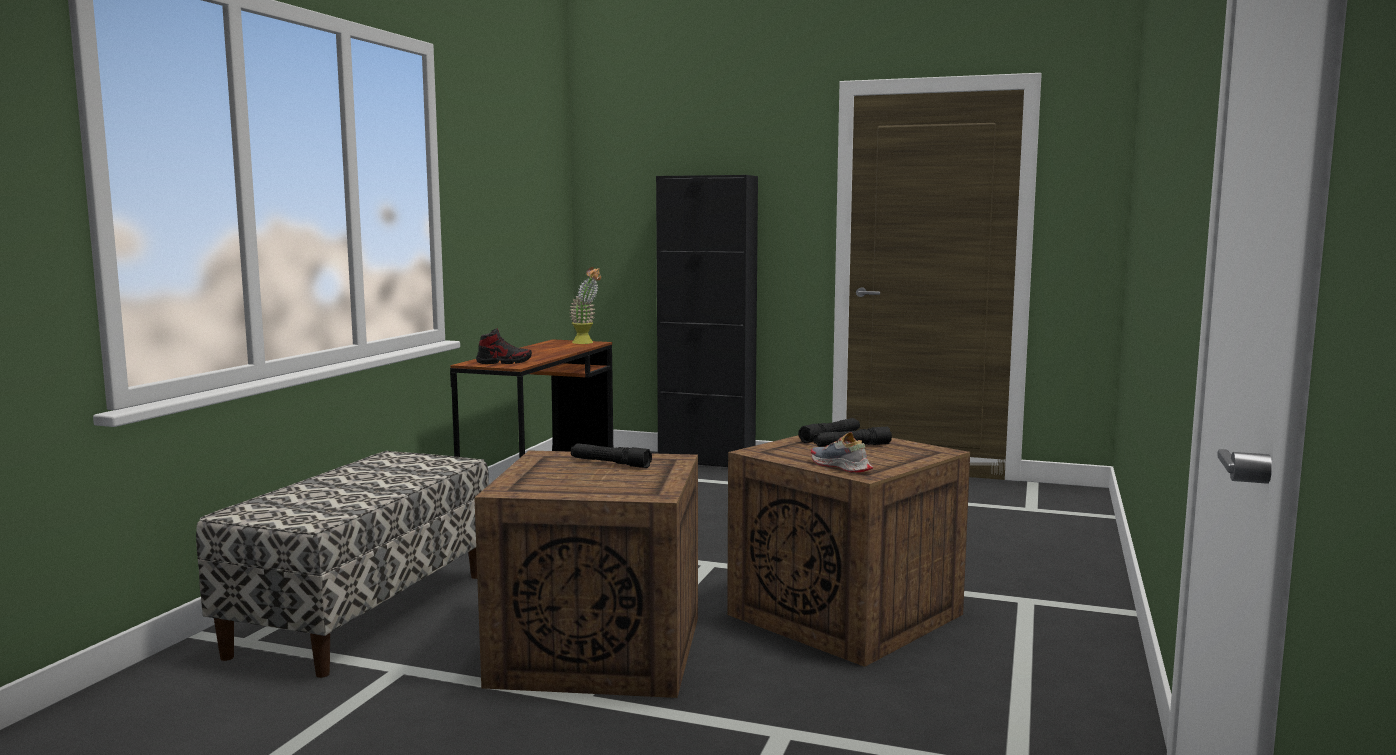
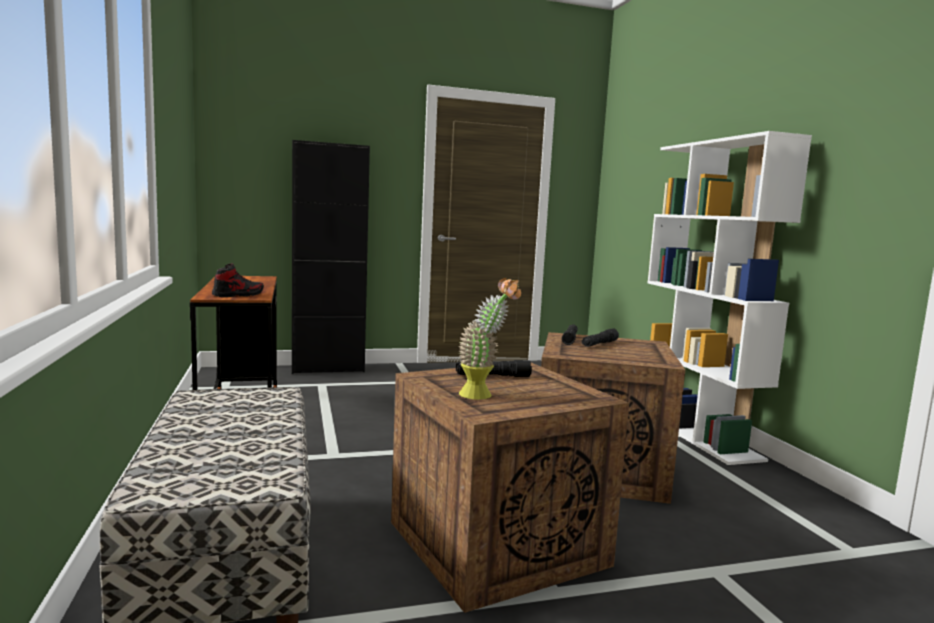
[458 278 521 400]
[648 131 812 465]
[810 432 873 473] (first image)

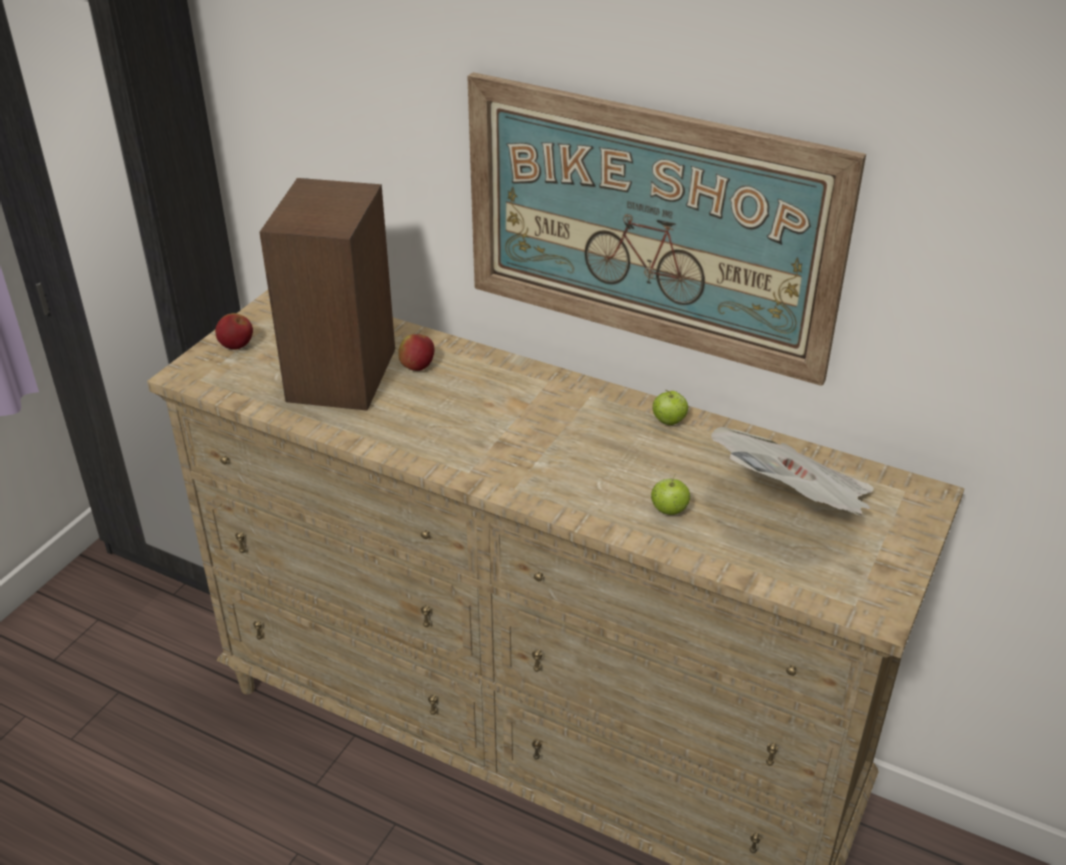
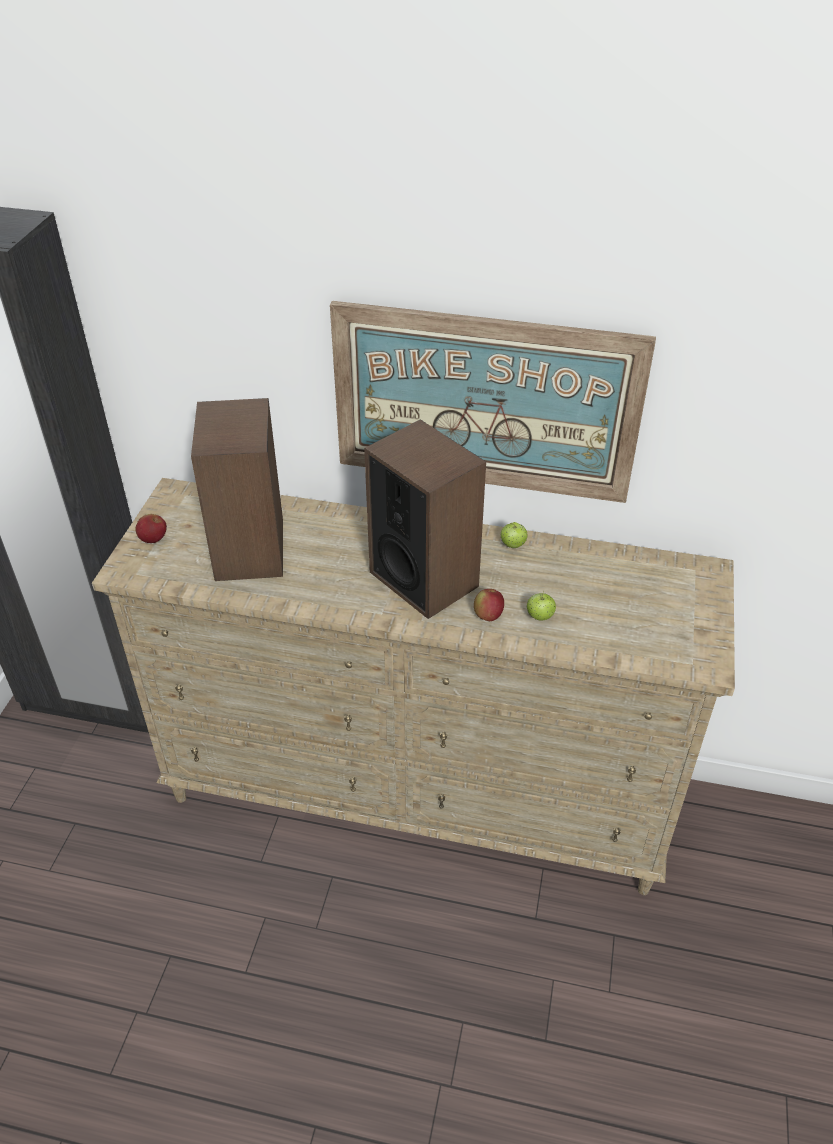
[364 419 486 619]
[474 589 504 621]
[711 427 874 515] (first image)

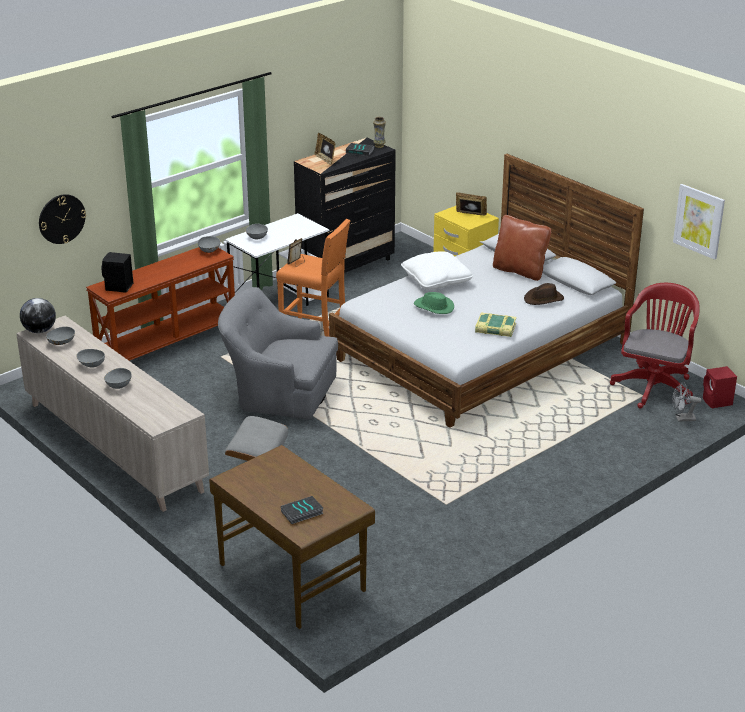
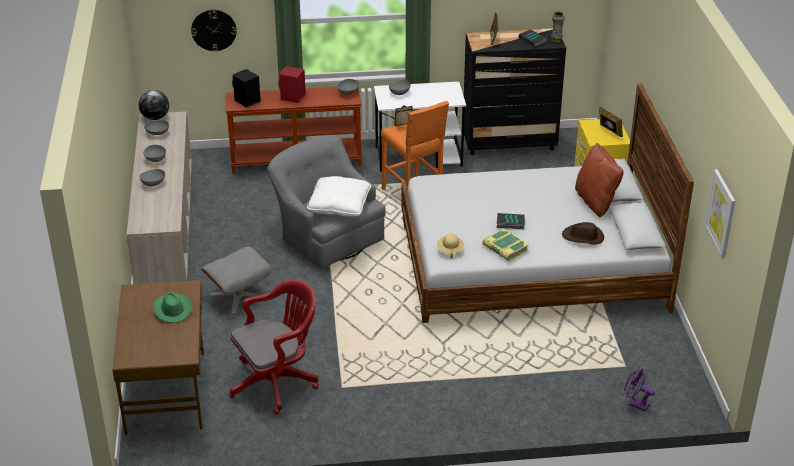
[153 292 192 323]
[229 280 318 414]
[278 66 306 103]
[307 176 371 217]
[437 234 464 259]
[496 213 525 229]
[624 369 655 412]

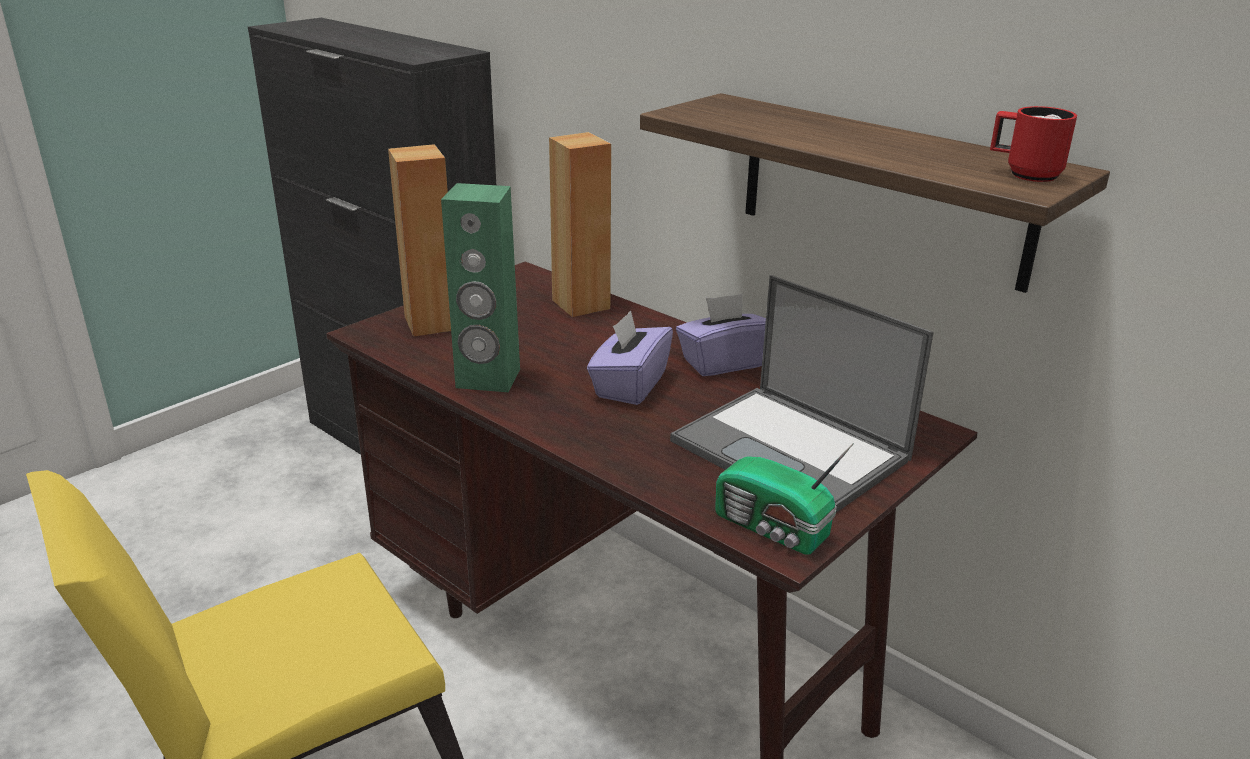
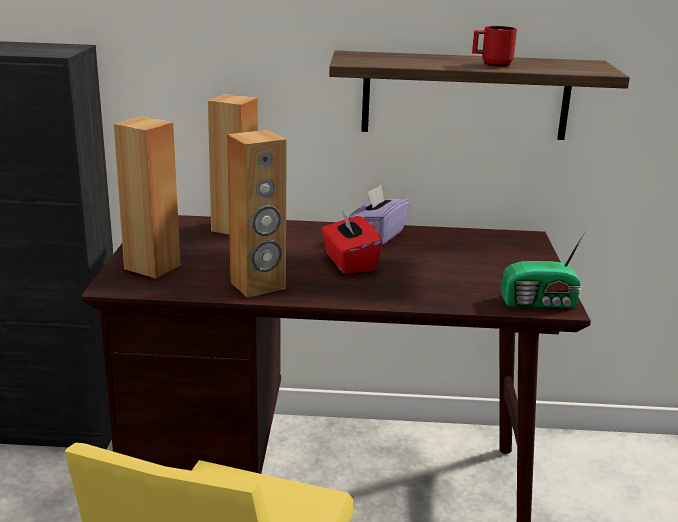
[227 130 287 298]
[321 209 383 274]
[472 26 517 67]
[670 275 934 513] (first image)

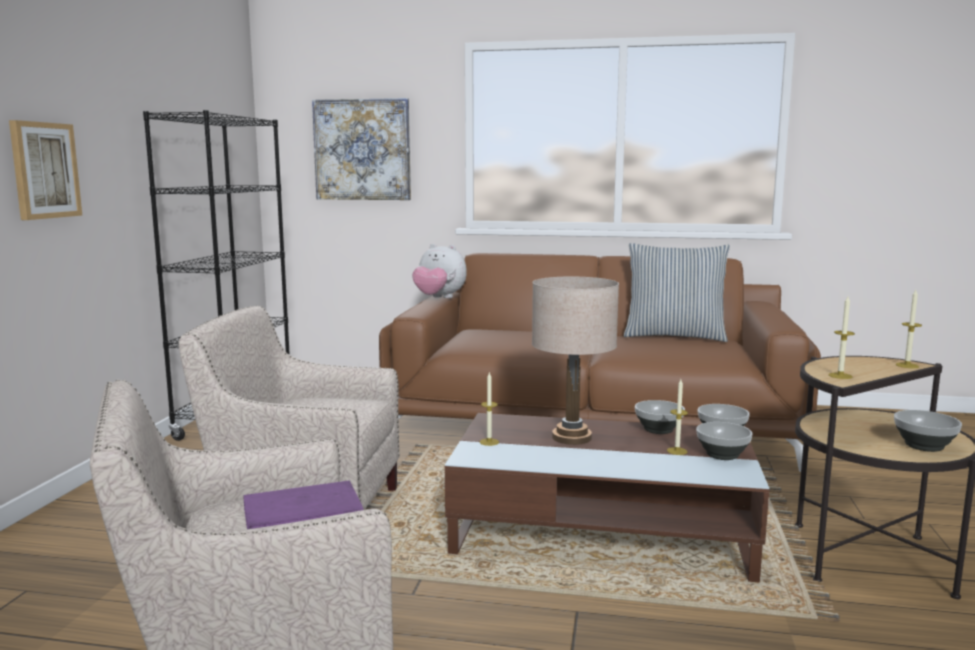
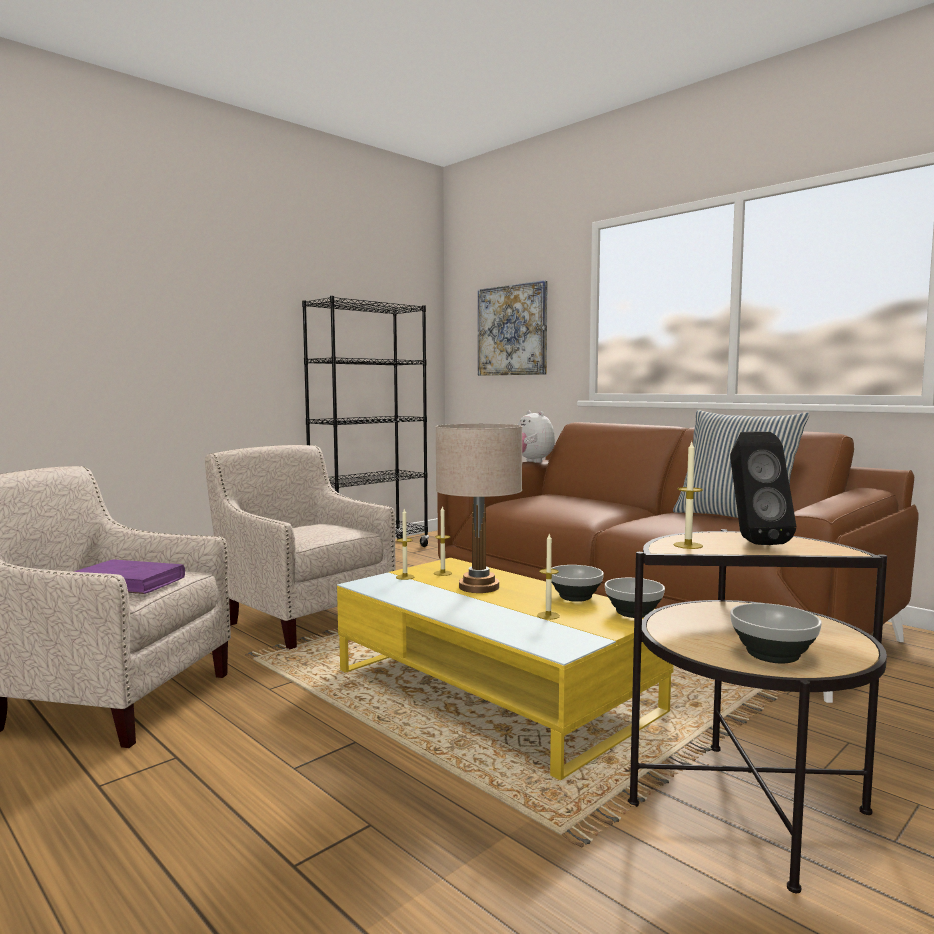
[337 558 674 780]
[434 505 452 576]
[730 431 796 545]
[9 120 82 220] (first image)
[696 422 752 460] (first image)

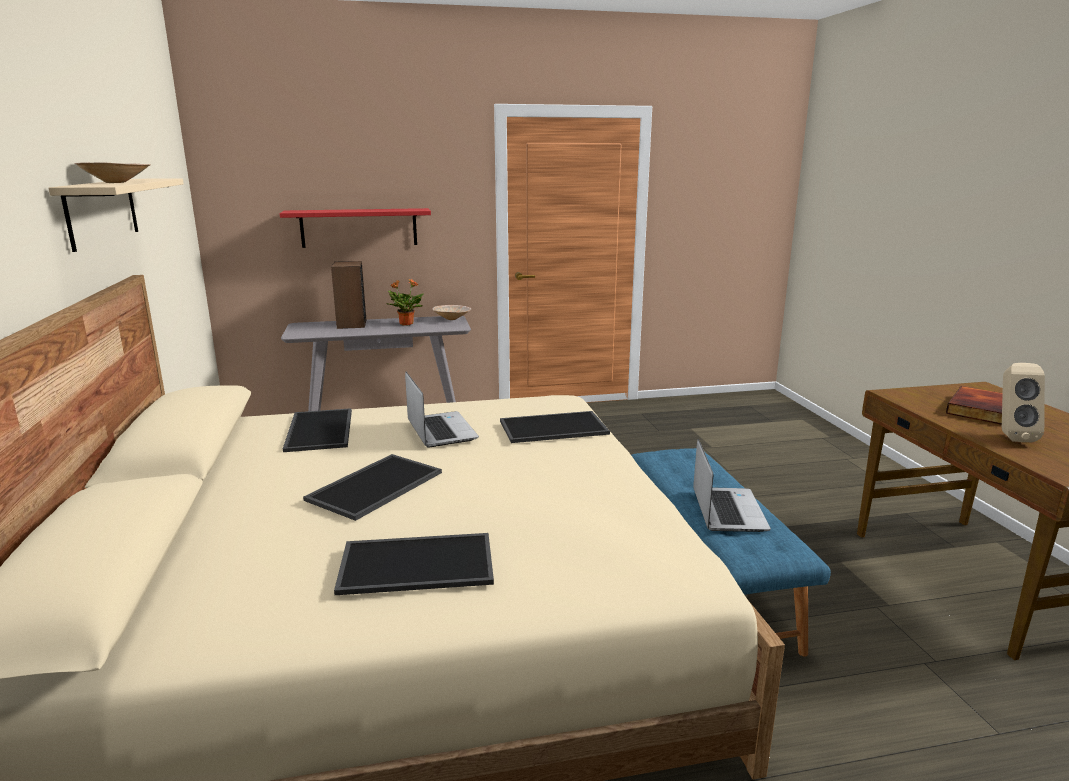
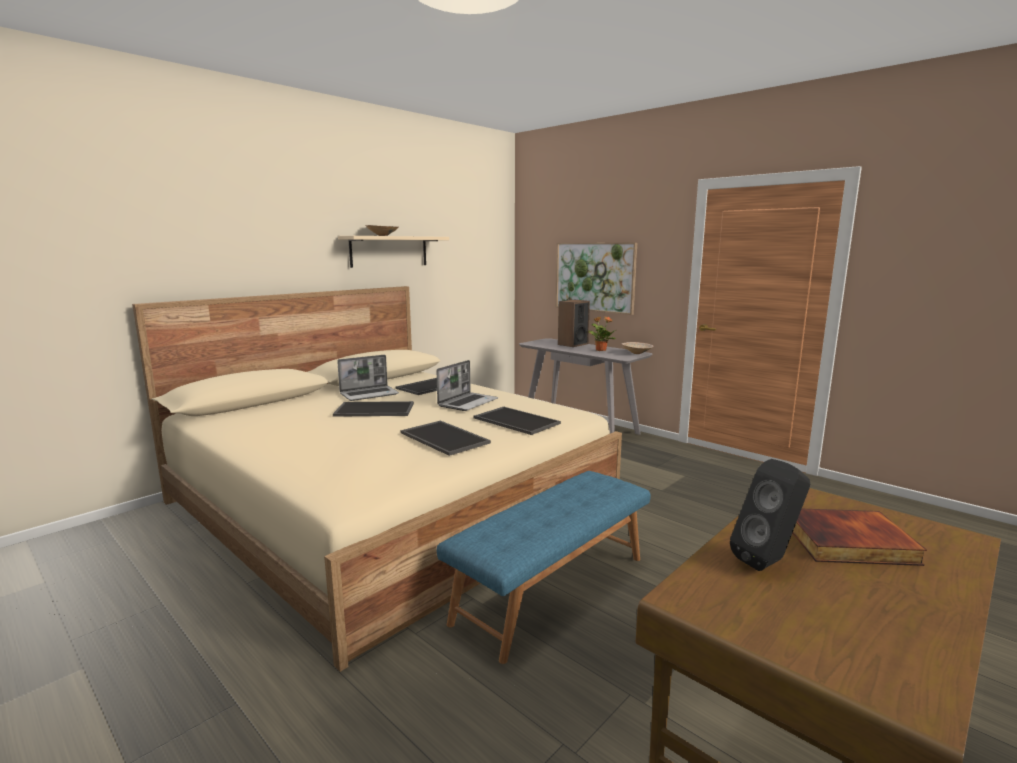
[337 355 399 401]
[401 421 491 456]
[556 243 637 315]
[730 459 810 571]

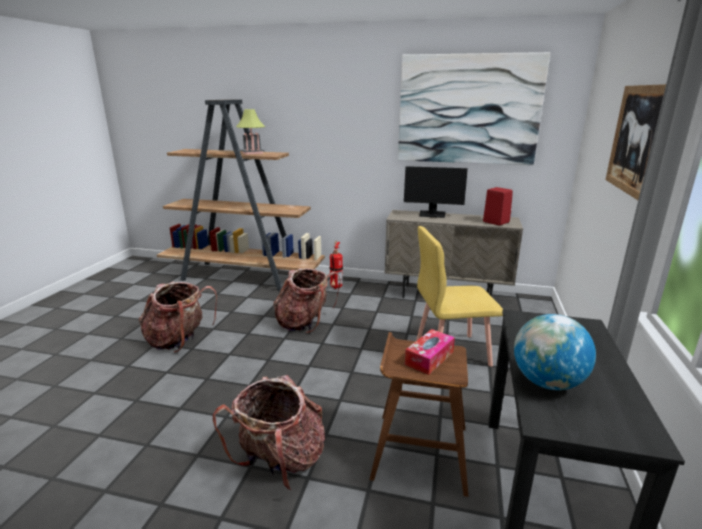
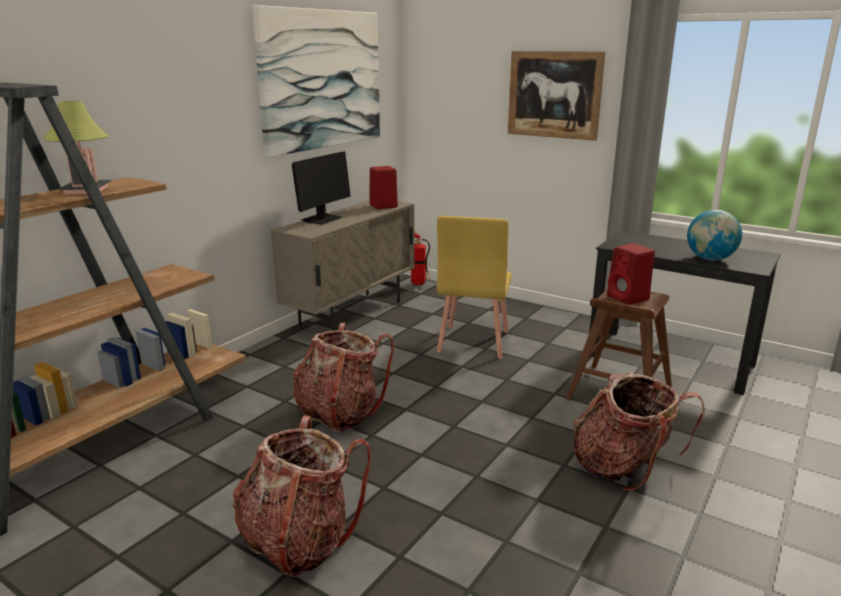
[411 230 431 286]
[607 243 655 305]

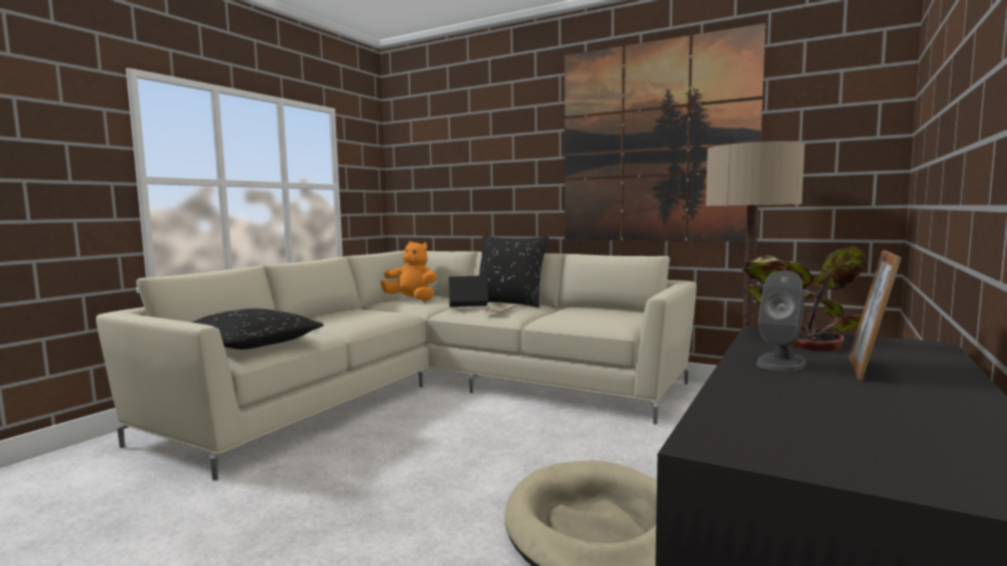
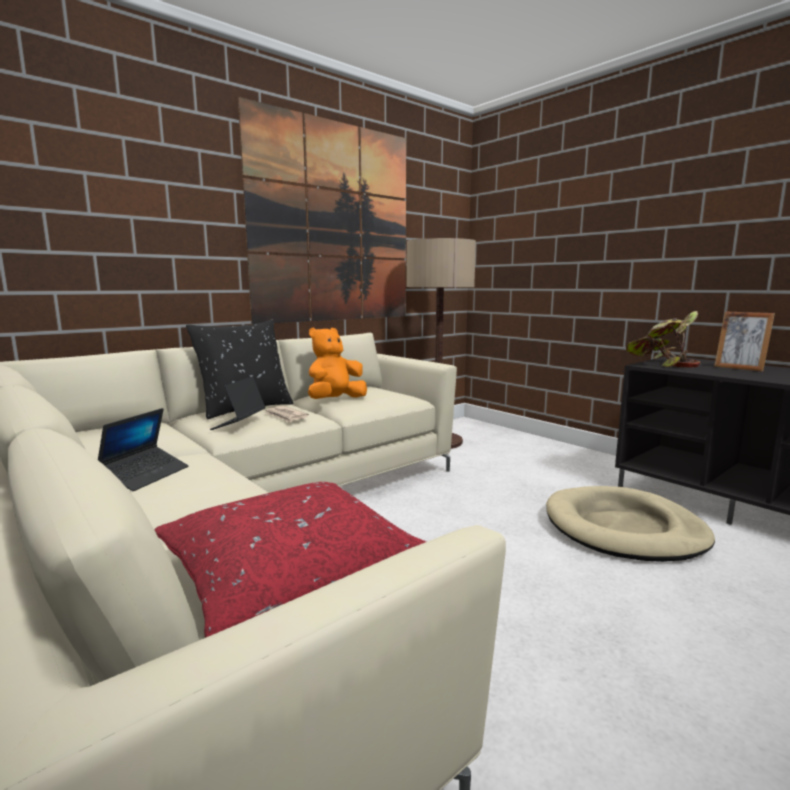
[98 408 188 491]
[154 482 426 638]
[308 328 367 399]
[756 271 806 372] (first image)

